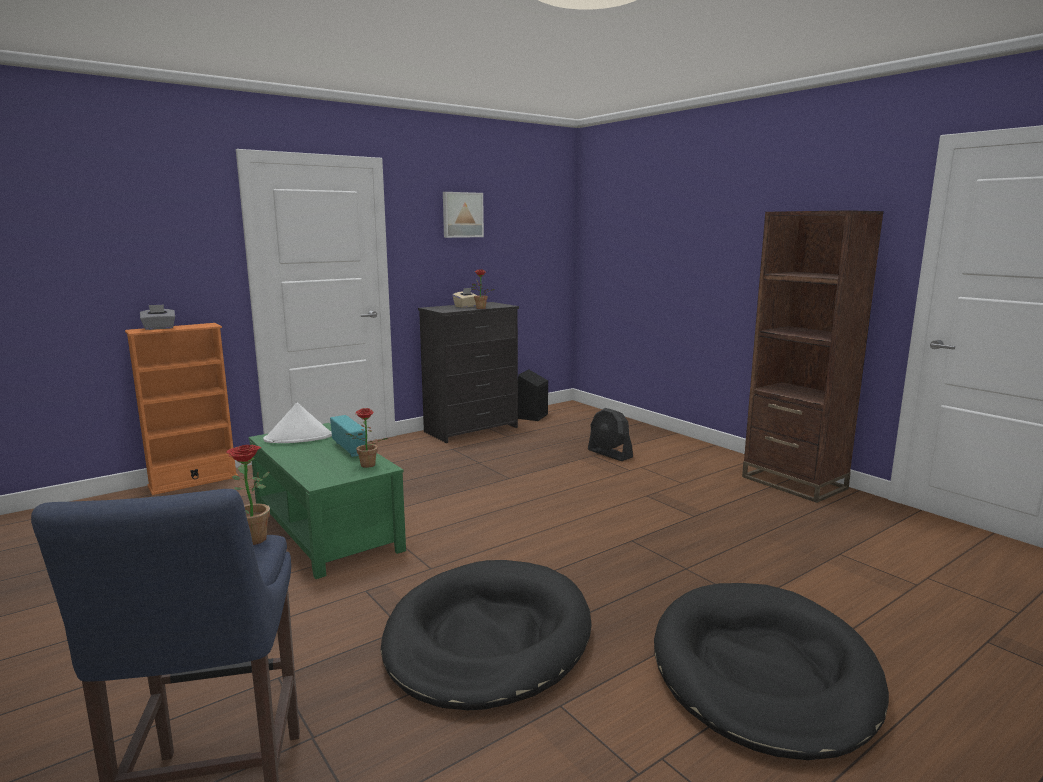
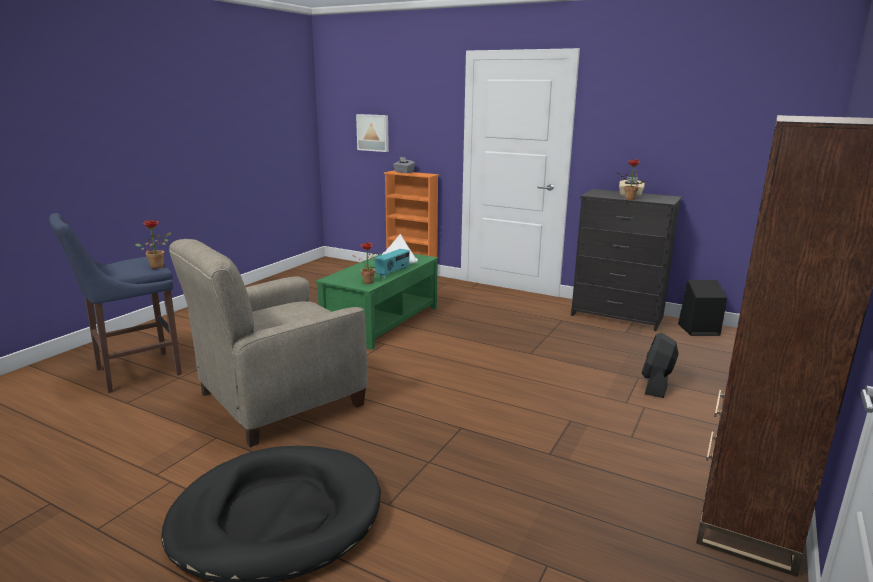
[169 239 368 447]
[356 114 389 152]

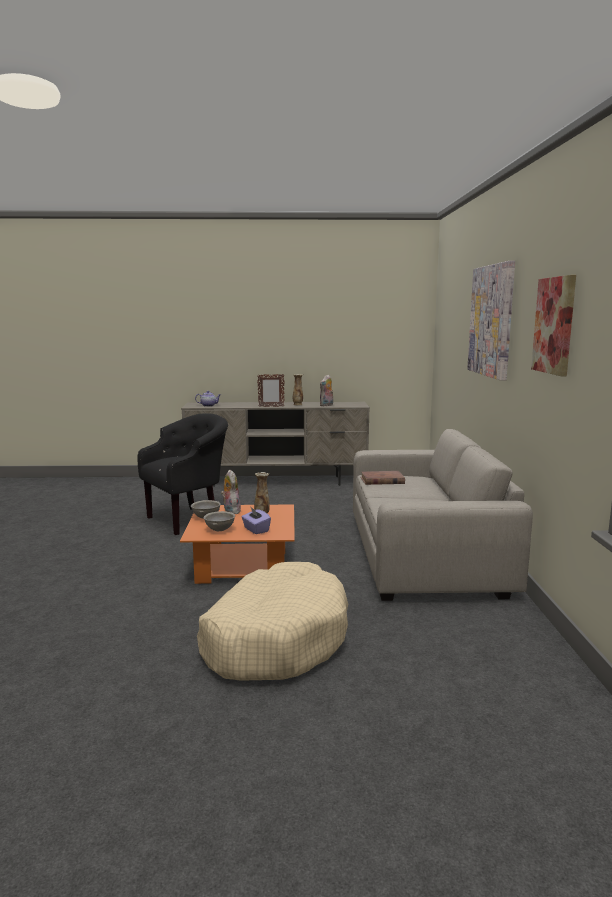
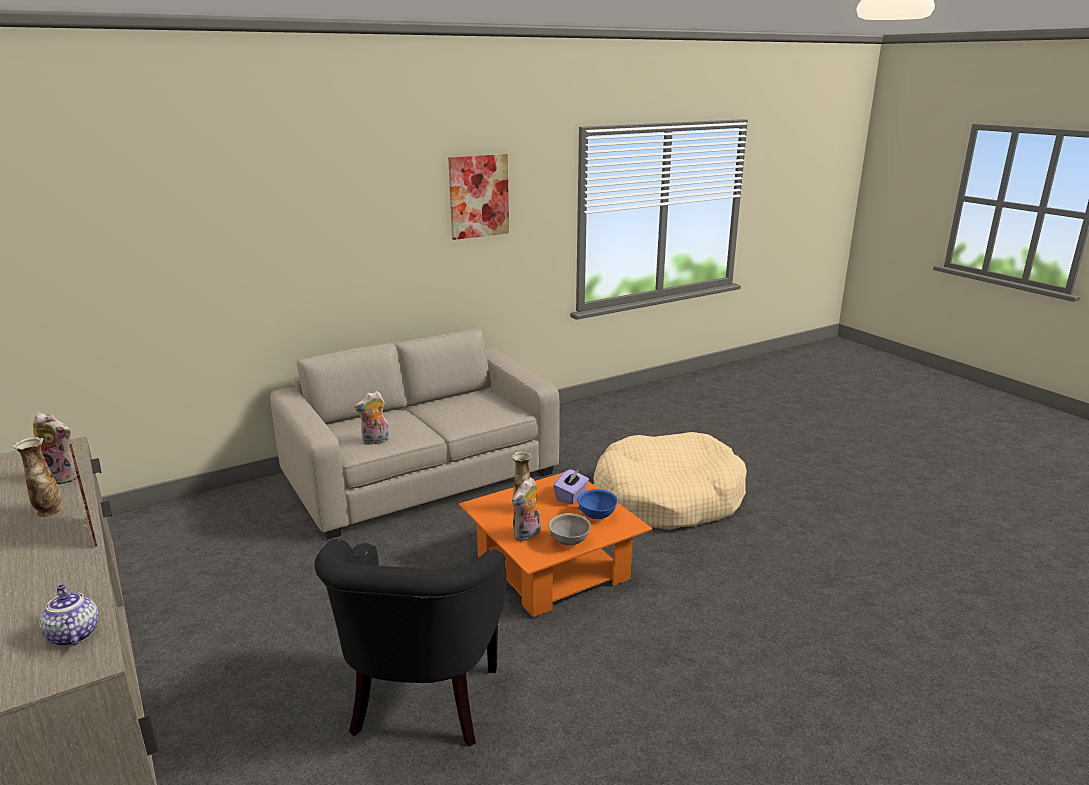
[314 539 507 747]
[354 391 389 445]
[577 489 618 519]
[467 261 515 380] (first image)

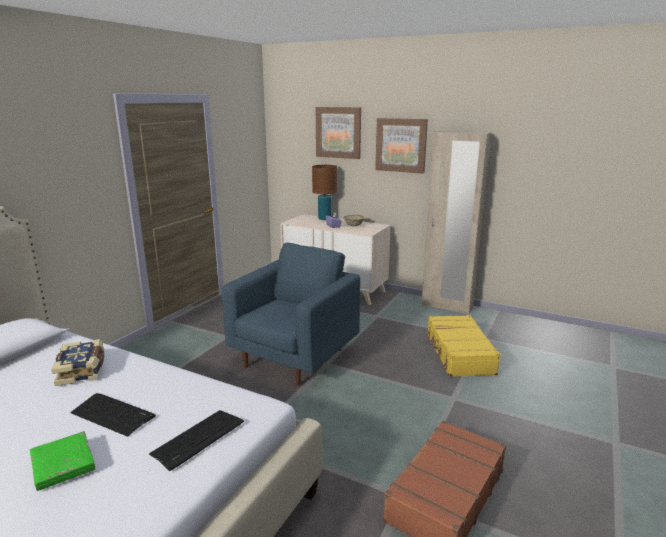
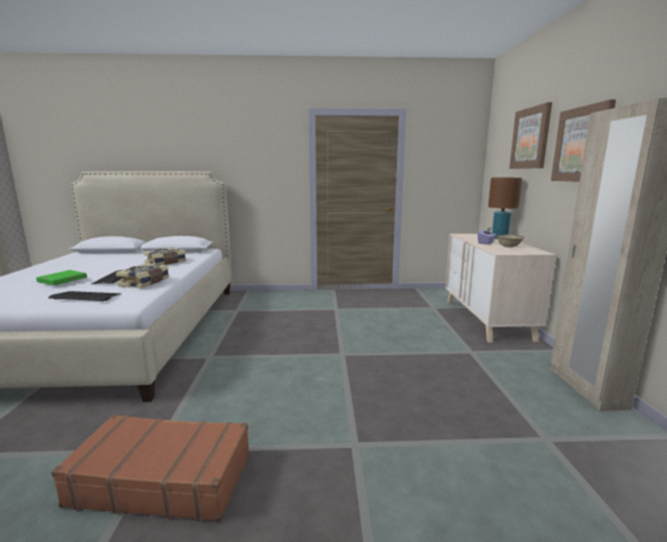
[116 263 169 288]
[222 243 360 386] (first image)
[426 315 501 377] (first image)

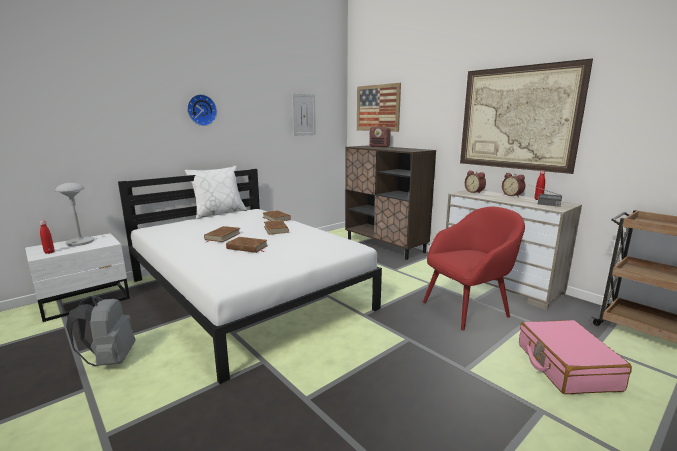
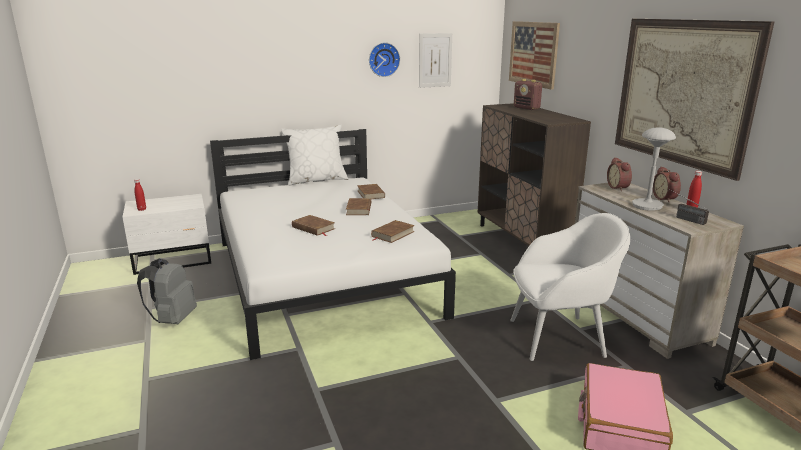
[369 43 400 77]
[371 220 415 243]
[510 213 630 361]
[632 127 676 211]

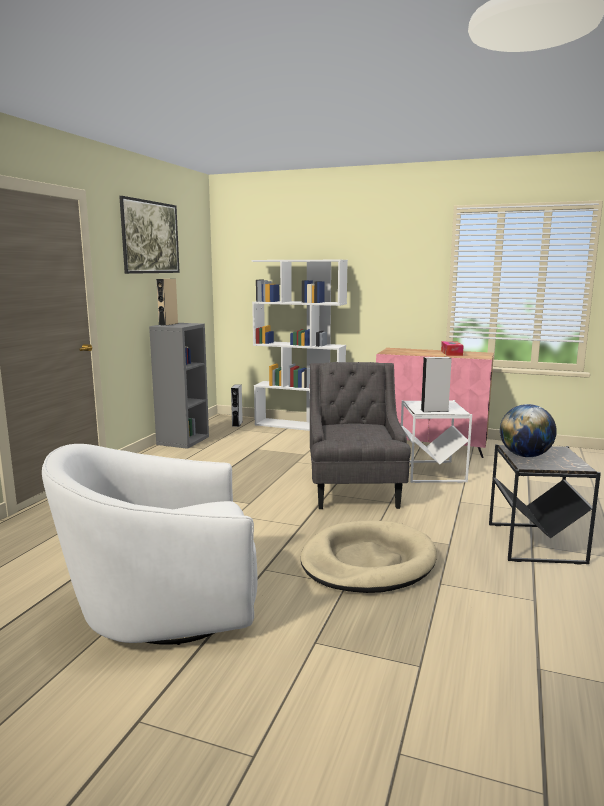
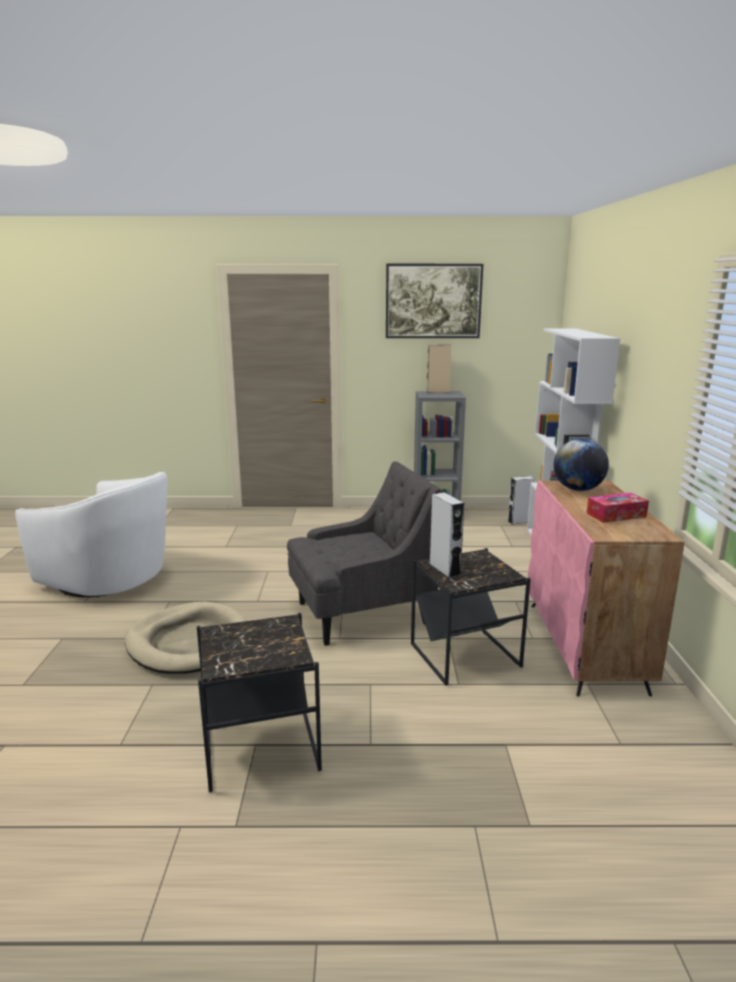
[15 472 167 597]
[411 548 531 686]
[554 438 609 491]

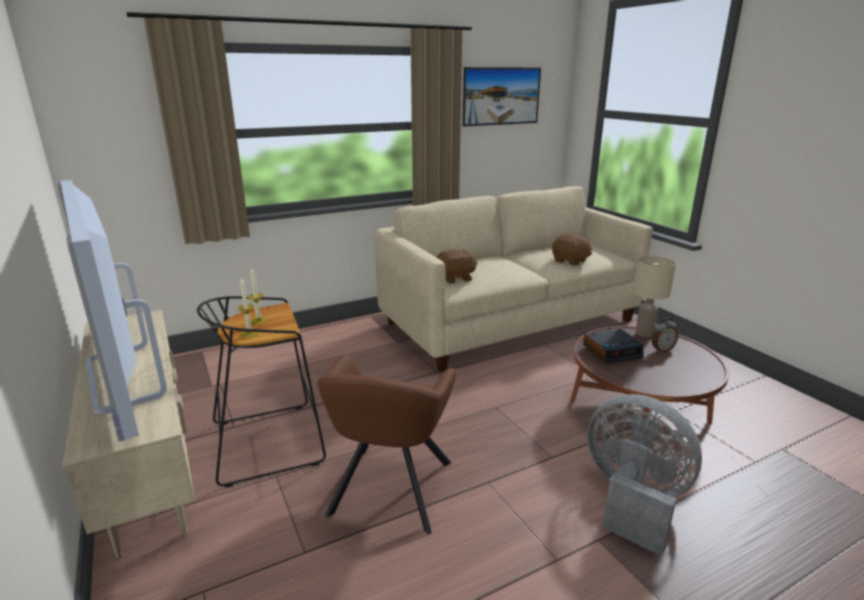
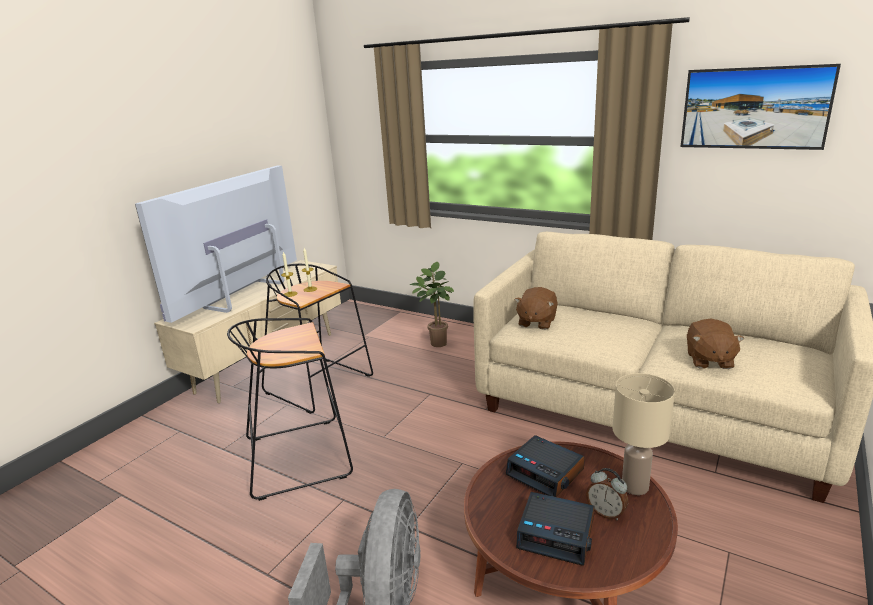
[227 318 353 501]
[410 262 454 347]
[514 287 558 330]
[516 492 594 566]

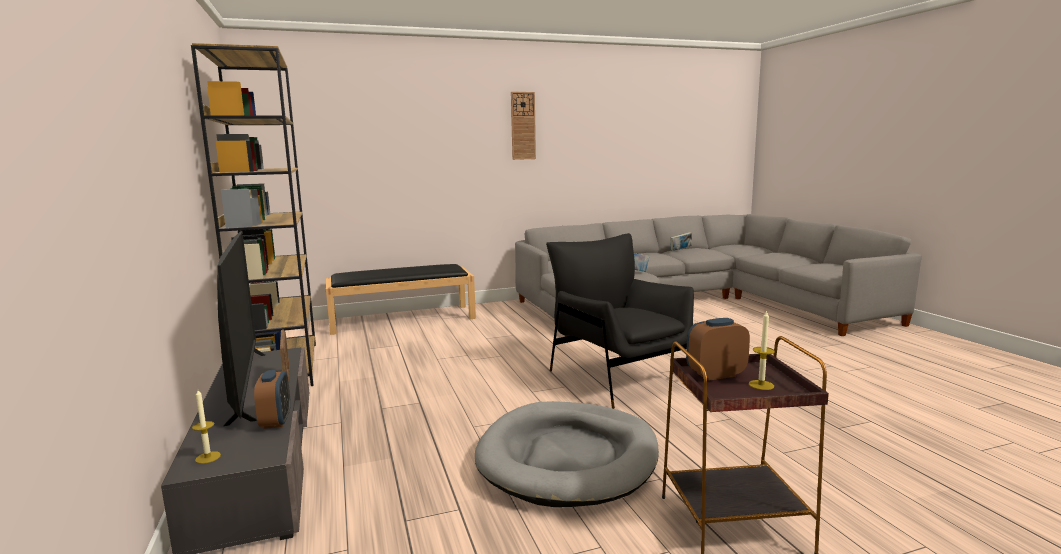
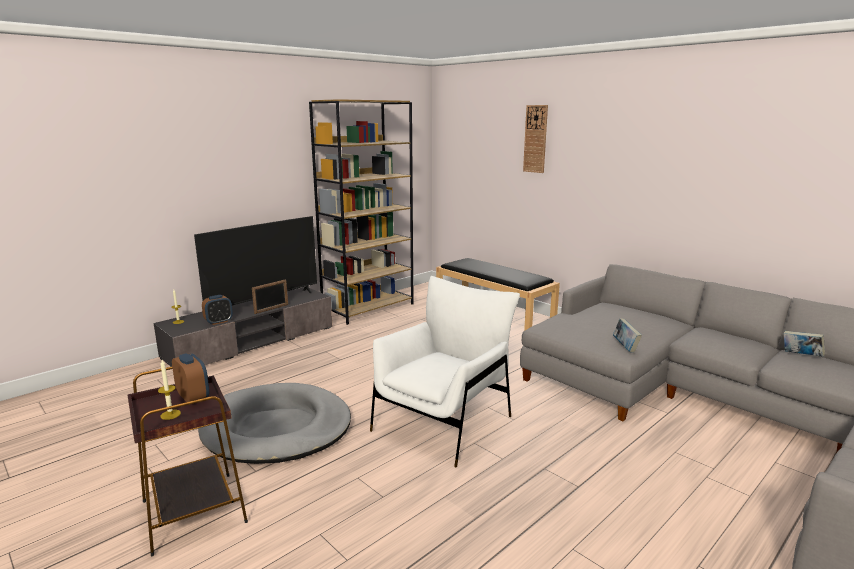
[370 276 520 468]
[523 105 548 173]

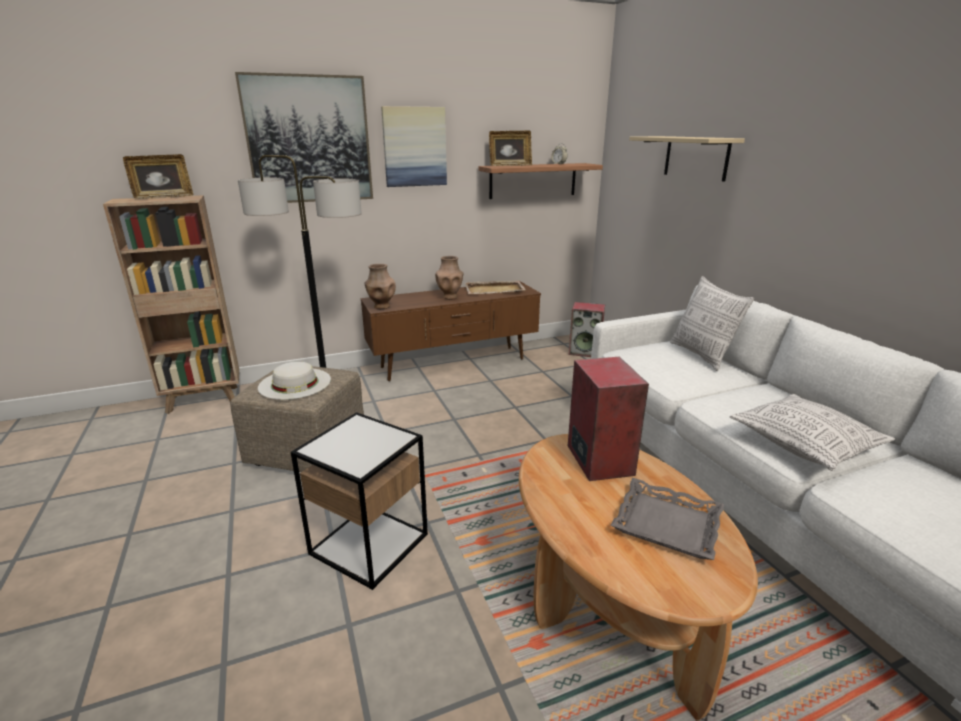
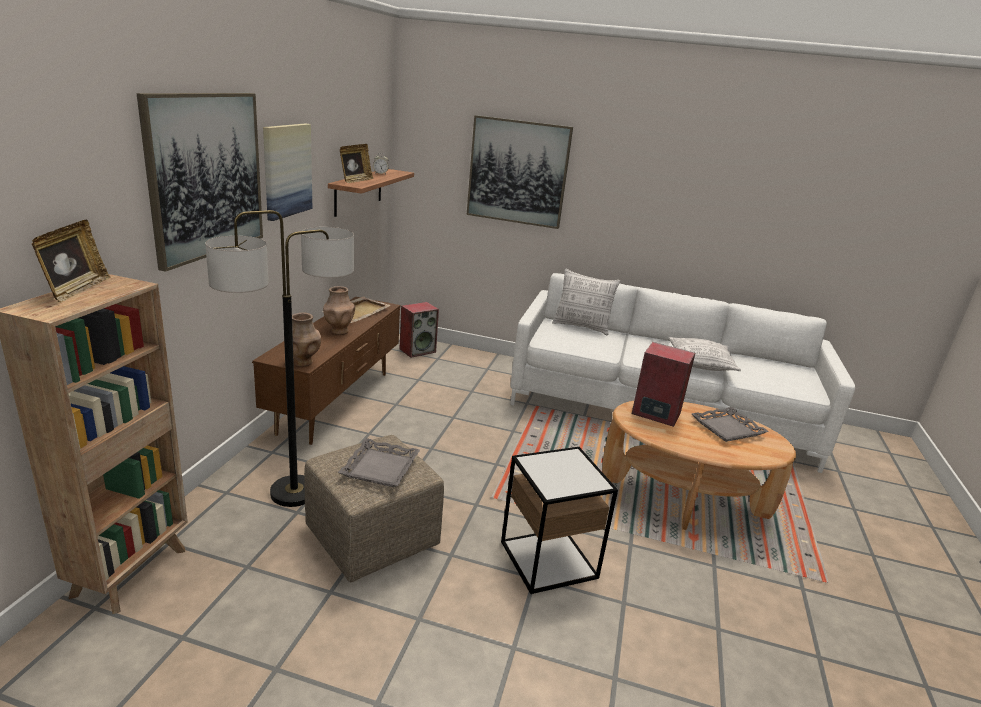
[338 438 420 487]
[467 115 573 229]

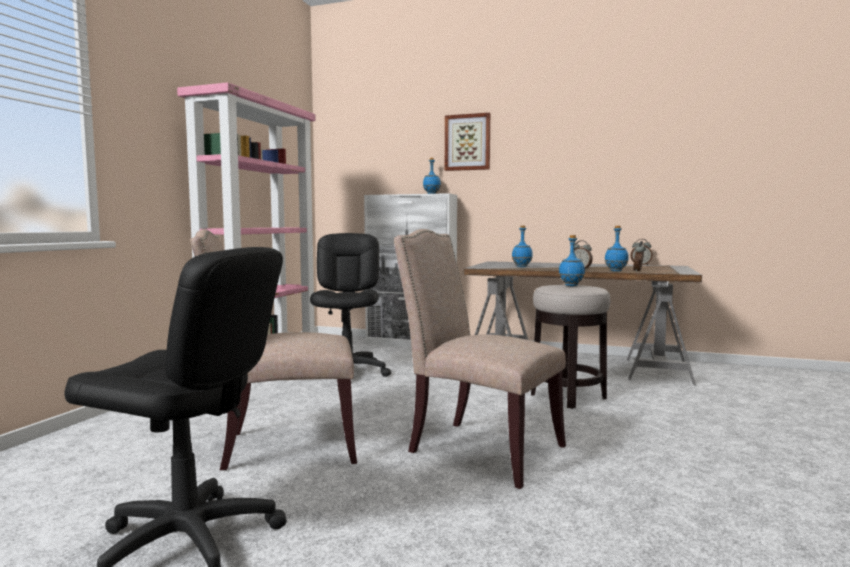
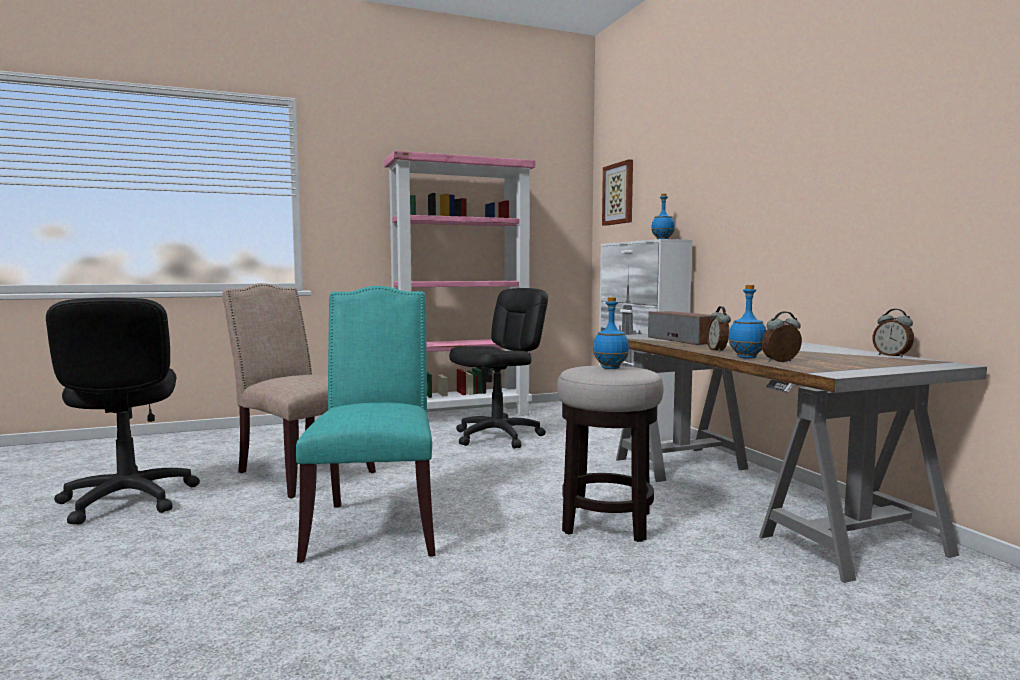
[296 286 435 563]
[602 159 633 226]
[648 311 711 345]

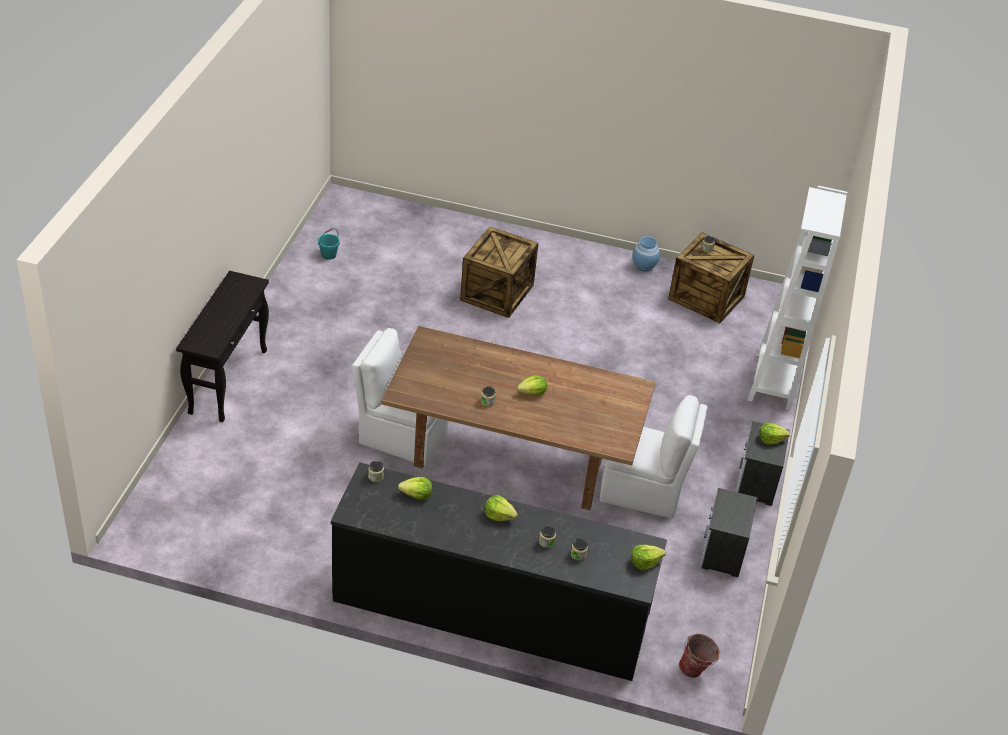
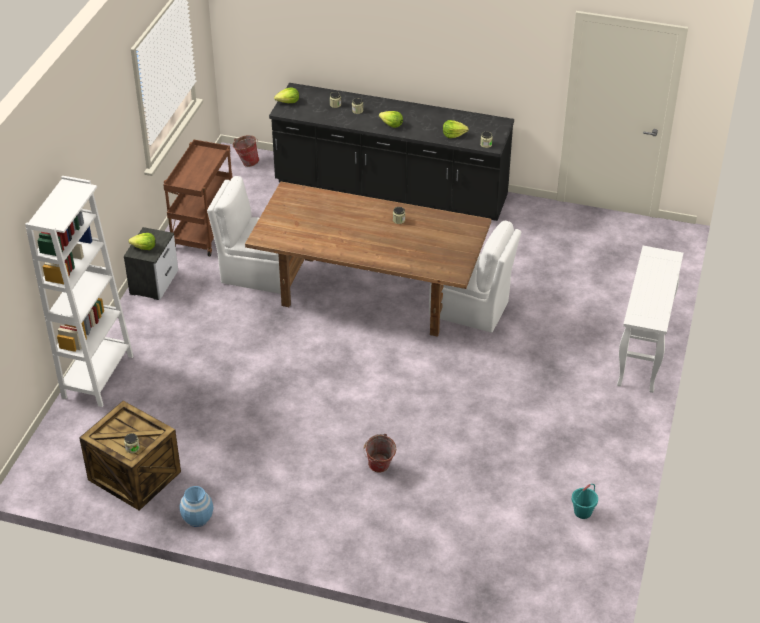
[163 140 232 256]
[363 434 396 473]
[617 246 683 393]
[517 375 547 396] (first image)

